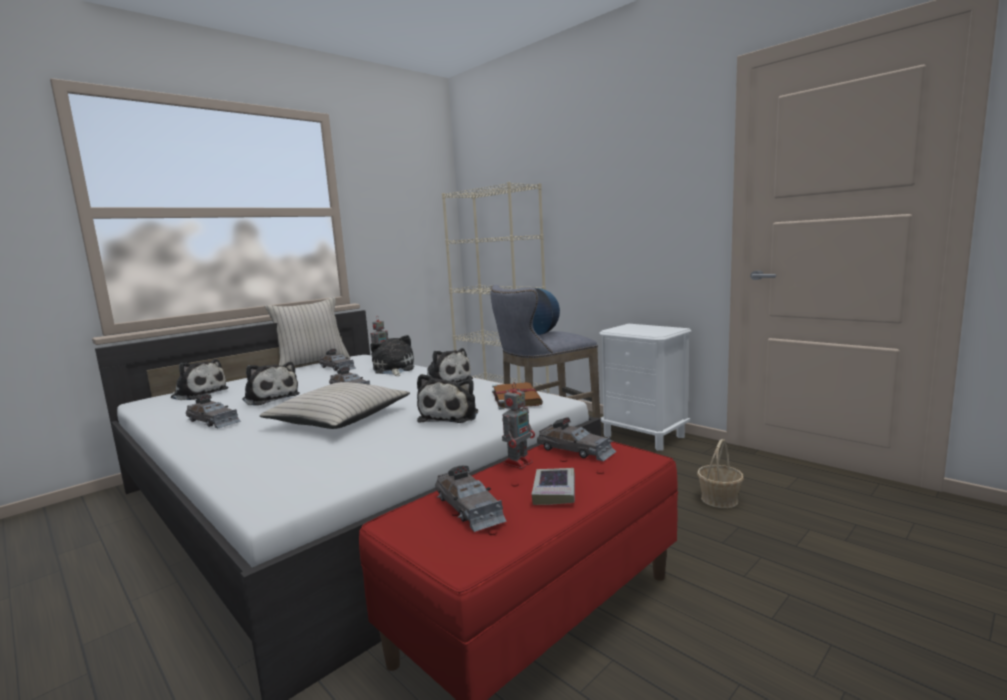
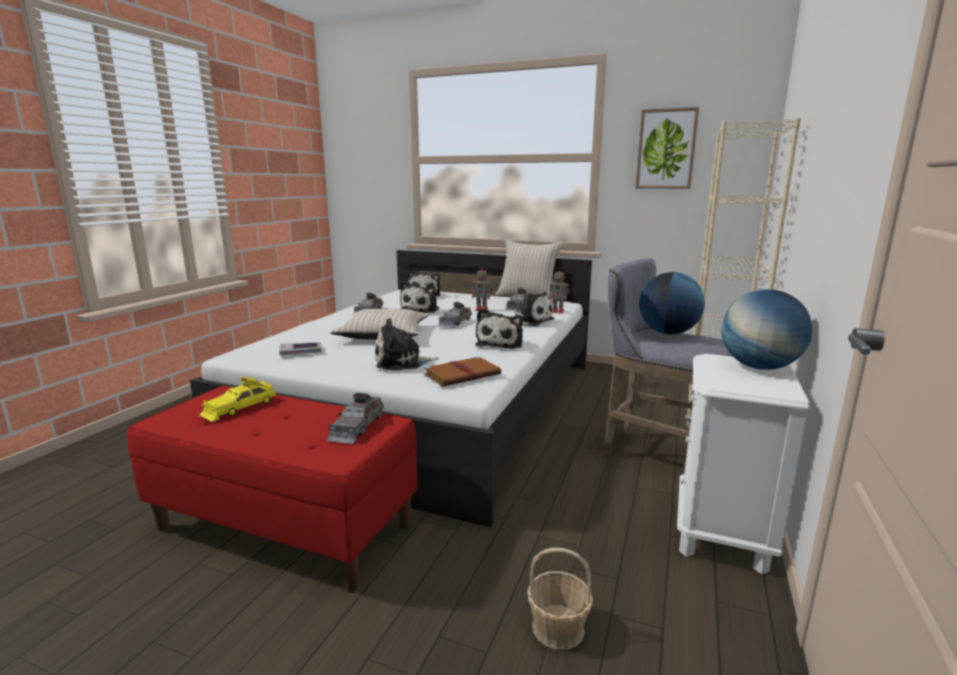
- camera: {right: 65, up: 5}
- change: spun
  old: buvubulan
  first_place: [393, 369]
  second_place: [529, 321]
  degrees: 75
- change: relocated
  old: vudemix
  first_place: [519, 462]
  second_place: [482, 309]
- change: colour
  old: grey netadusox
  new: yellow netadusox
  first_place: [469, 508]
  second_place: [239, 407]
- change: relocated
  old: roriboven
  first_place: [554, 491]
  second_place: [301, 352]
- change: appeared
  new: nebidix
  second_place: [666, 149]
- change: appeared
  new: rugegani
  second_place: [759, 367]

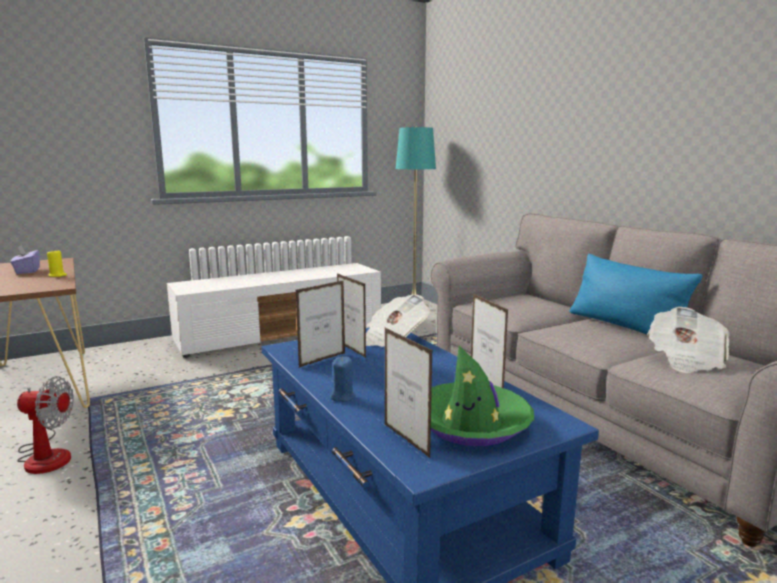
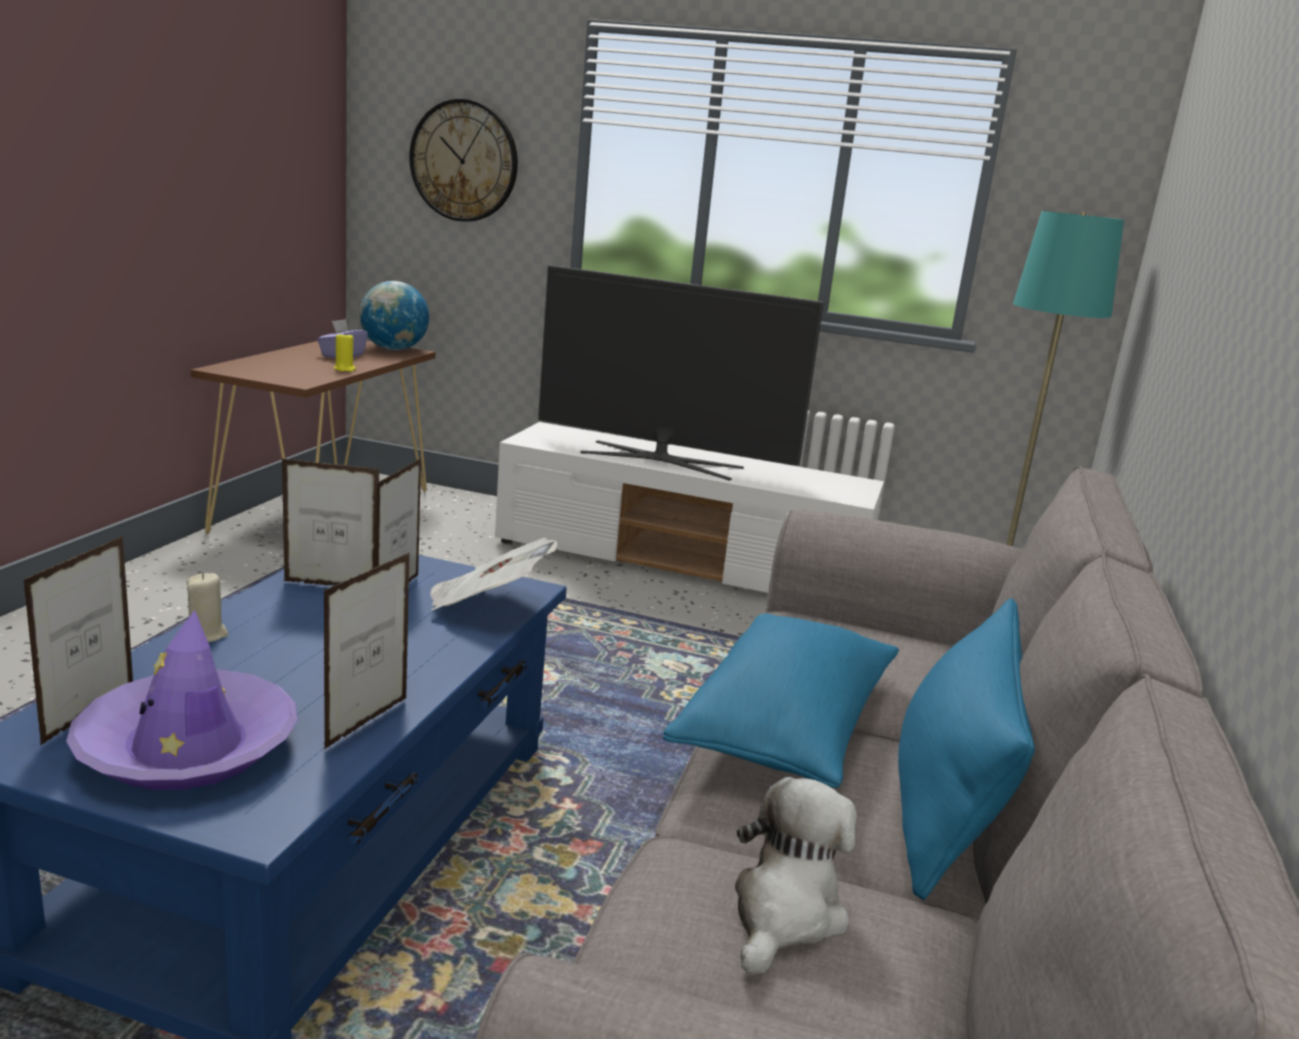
- camera: {right: 45, up: 5}
- change: exchanged
  old: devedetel
  new: buvubulan
  first_place: [685, 360]
  second_place: [784, 913]
- change: colour
  old: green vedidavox
  new: purple vedidavox
  first_place: [471, 424]
  second_place: [188, 747]
- change: colour
  old: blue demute
  new: beige demute
  first_place: [342, 397]
  second_place: [206, 635]
- change: missing
  old: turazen
  first_place: [46, 455]
- change: appeared
  new: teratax
  second_place: [464, 161]
- change: appeared
  new: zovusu
  second_place: [662, 460]
- change: appeared
  new: rugegani
  second_place: [393, 349]
- change: appeared
  new: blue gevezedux
  second_place: [786, 729]

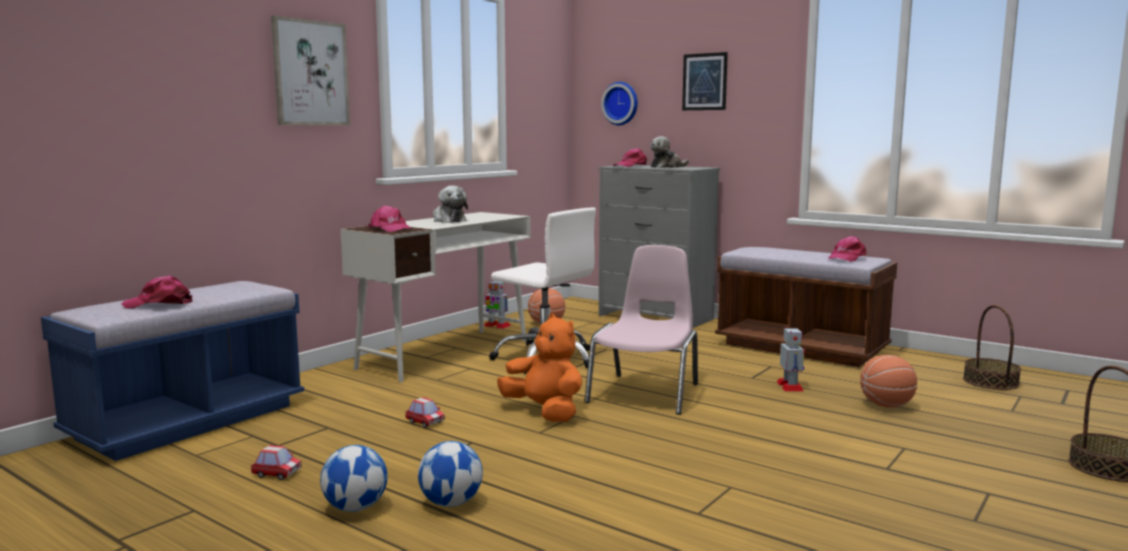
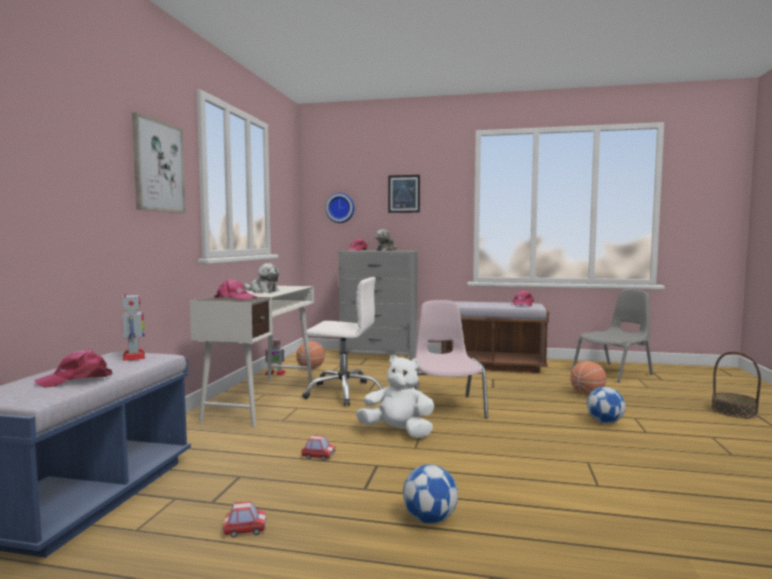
- camera: {right: -25, up: -5}
- change: exchanged
  old: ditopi
  new: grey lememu
  first_place: [991, 382]
  second_place: [613, 372]
- change: colour
  old: orange buvubulan
  new: white buvubulan
  first_place: [545, 412]
  second_place: [398, 432]
- change: relocated
  old: vudemix
  first_place: [790, 386]
  second_place: [134, 356]
- change: relocated
  old: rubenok
  first_place: [356, 508]
  second_place: [605, 422]

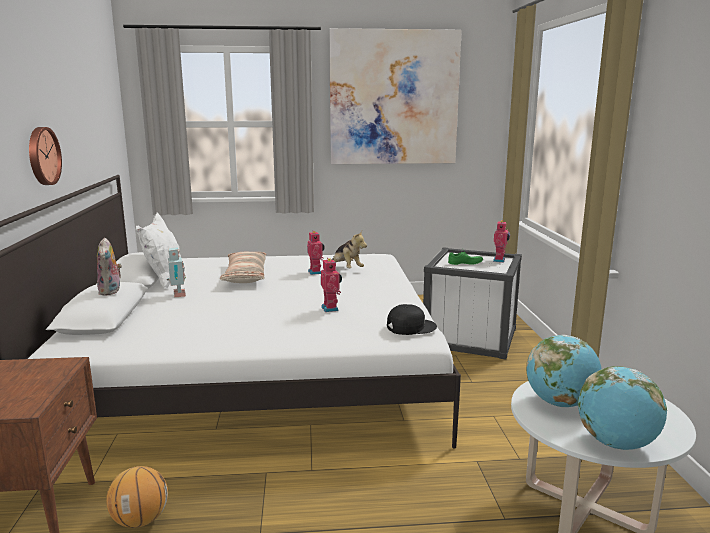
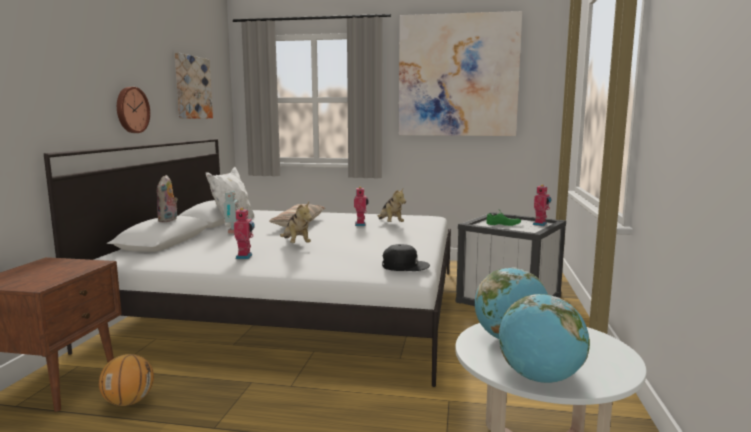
- camera: {right: 15, up: -5}
- change: relocated
  old: vudemix
  first_place: [331, 308]
  second_place: [245, 257]
- change: appeared
  new: nebidix
  second_place: [192, 87]
- change: appeared
  new: buvubulan
  second_place: [296, 244]

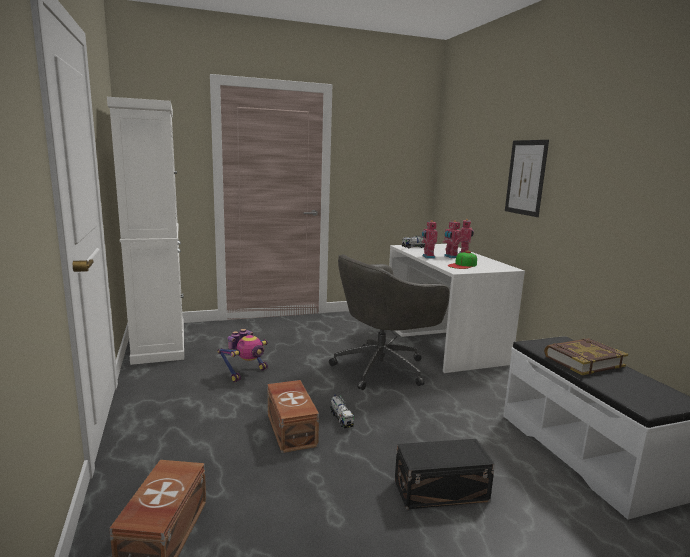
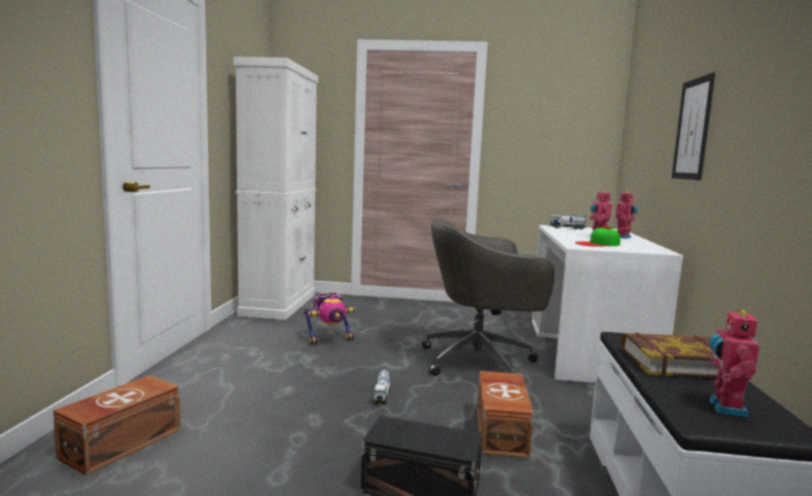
- camera: {right: 25, up: -5}
- change: relocated
  old: vudemix
  first_place: [427, 257]
  second_place: [724, 407]
- change: relocated
  old: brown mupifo
  first_place: [292, 428]
  second_place: [502, 431]

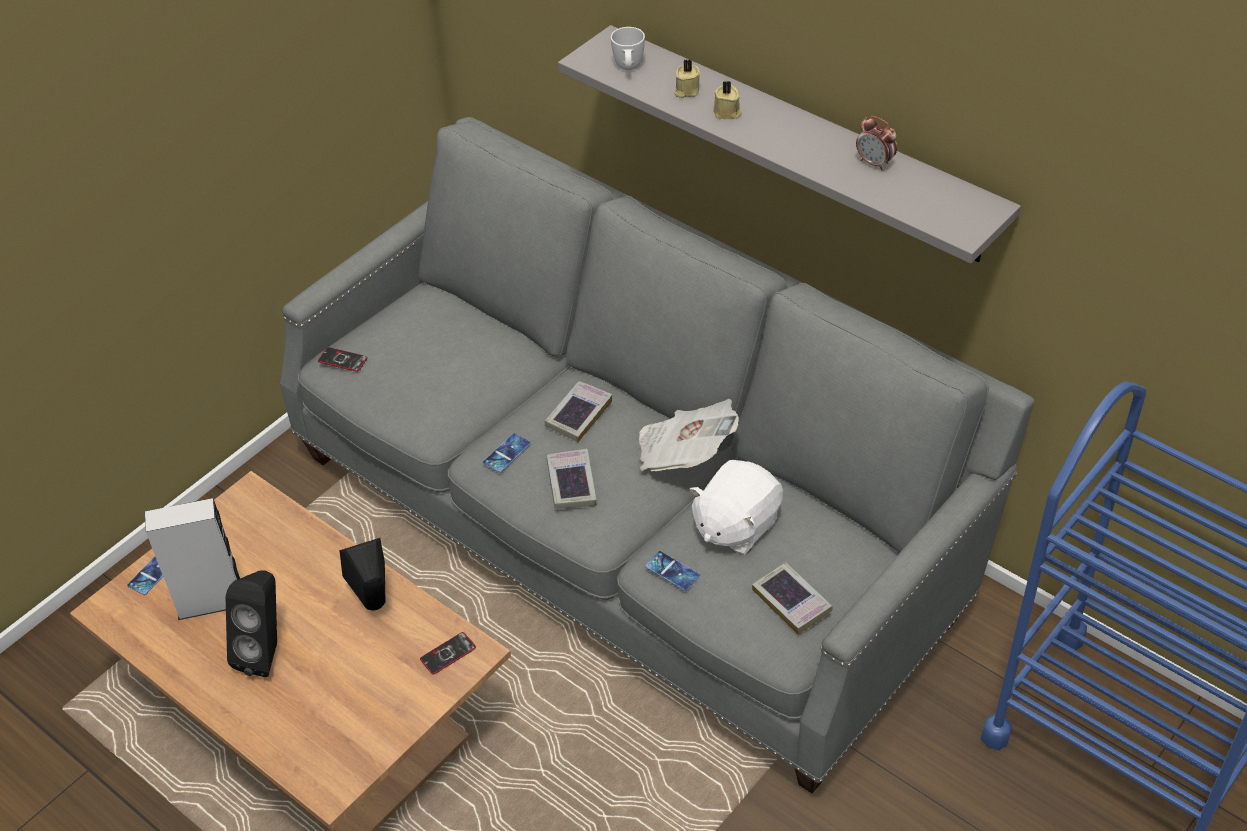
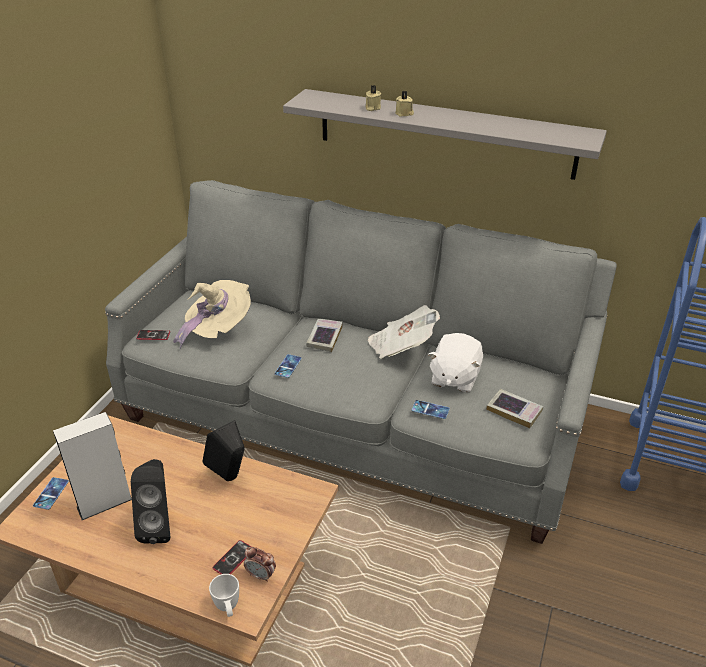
- camera: {right: -20, up: -10}
- change: relocated
  old: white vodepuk
  first_place: [628, 69]
  second_place: [228, 608]
- change: relocated
  old: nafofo
  first_place: [875, 163]
  second_place: [261, 575]
- change: missing
  old: roriboven
  first_place: [571, 483]
- change: relocated
  old: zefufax
  first_place: [448, 654]
  second_place: [233, 559]
- change: appeared
  new: beige vedidavox
  second_place: [217, 329]

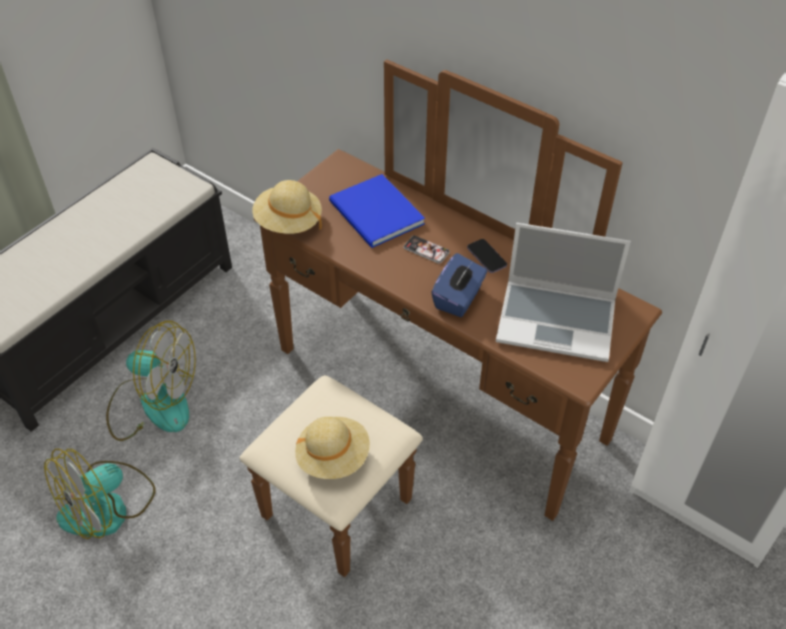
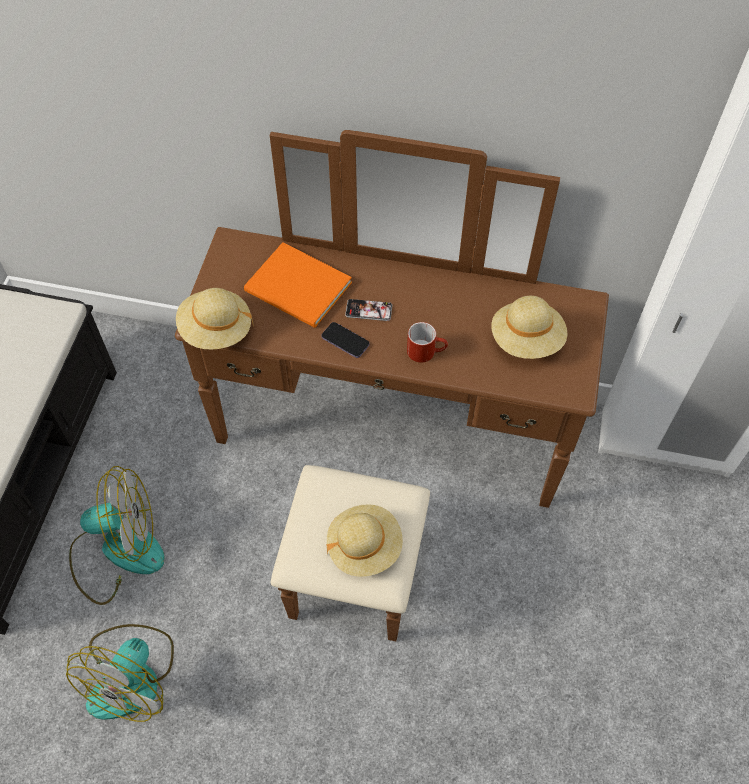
- camera: {right: -25, up: 10}
- change: colour
  old: blue roriboven
  new: orange roriboven
  first_place: [376, 215]
  second_place: [299, 290]
- change: exchanged
  old: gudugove
  new: beige vedidavox
  first_place: [557, 321]
  second_place: [526, 340]
- change: relocated
  old: zefufax
  first_place: [486, 257]
  second_place: [345, 341]
- change: exchanged
  old: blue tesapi
  new: red vodepuk
  first_place: [458, 298]
  second_place: [426, 351]

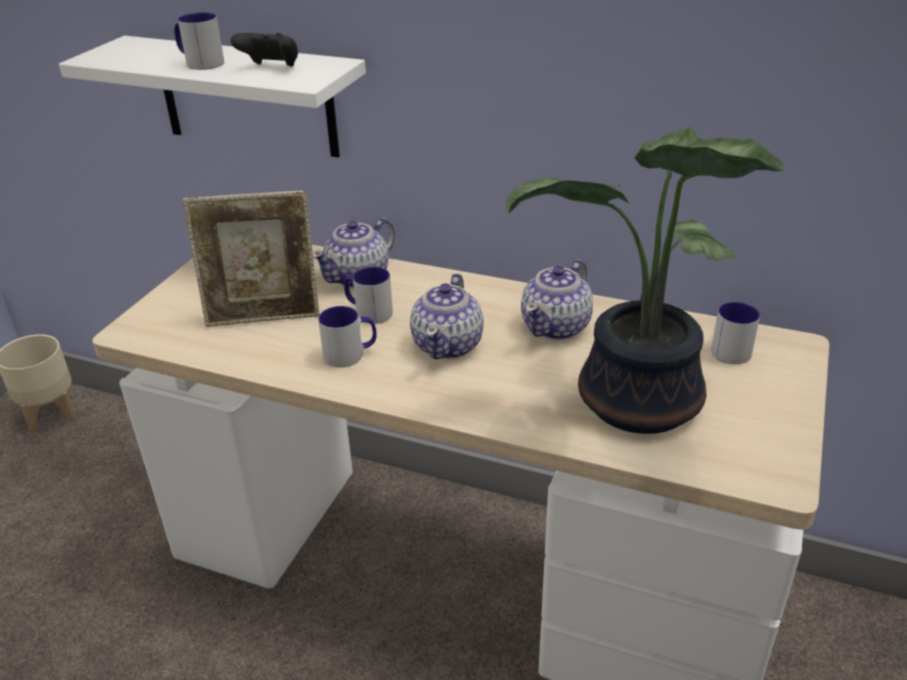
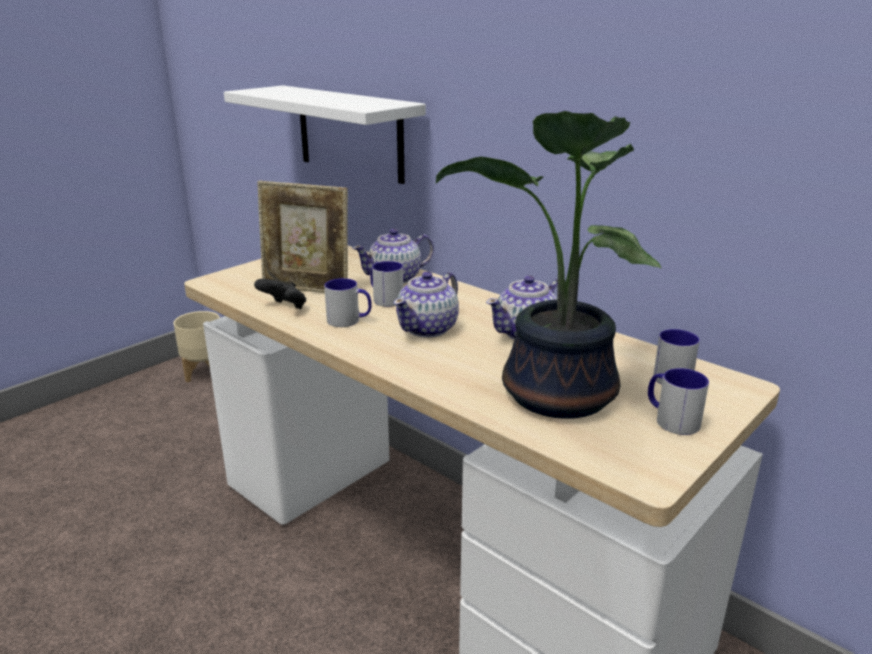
- camera: {right: 20, up: -10}
- change: relocated
  old: vodepuk
  first_place: [200, 63]
  second_place: [670, 419]
- change: relocated
  old: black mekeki
  first_place: [271, 68]
  second_place: [284, 308]

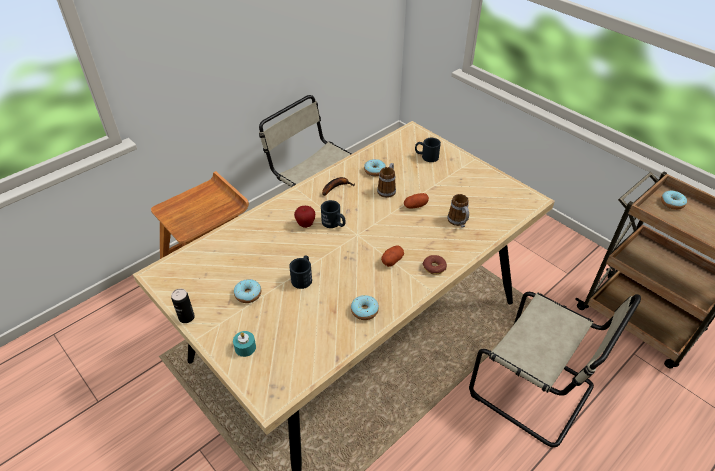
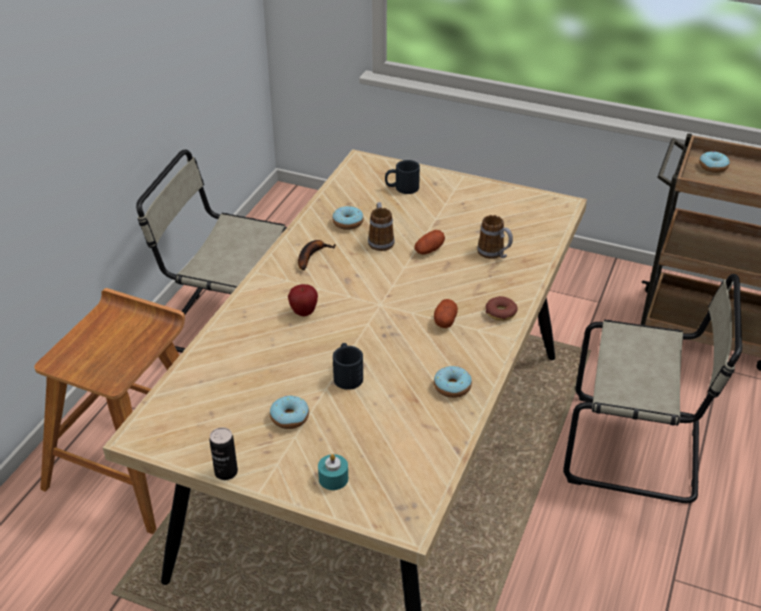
- camera: {right: -25, up: -5}
- change: missing
  old: black vodepuk
  first_place: [334, 223]

